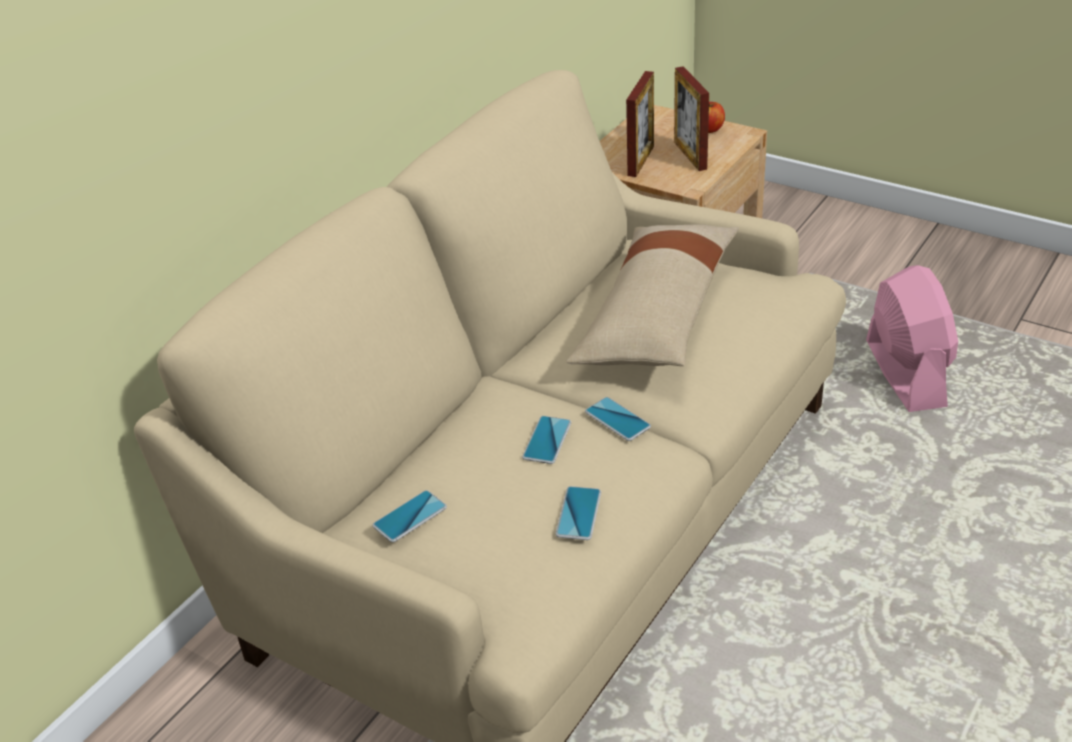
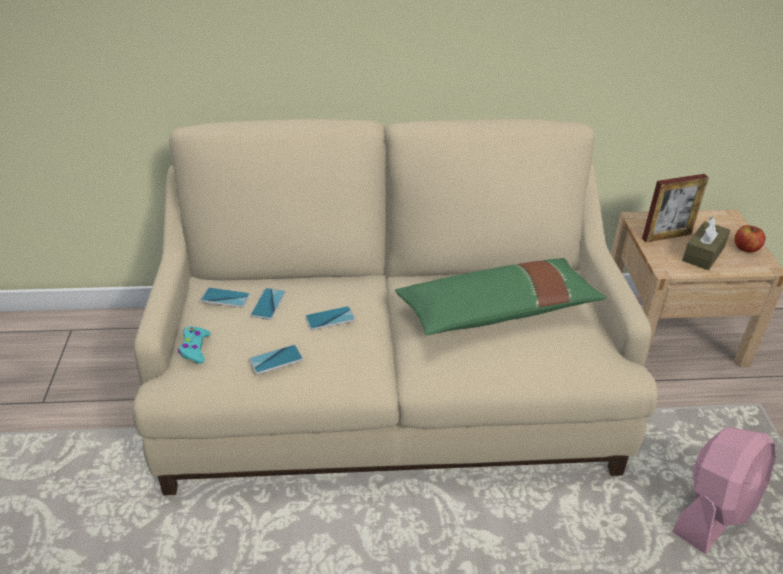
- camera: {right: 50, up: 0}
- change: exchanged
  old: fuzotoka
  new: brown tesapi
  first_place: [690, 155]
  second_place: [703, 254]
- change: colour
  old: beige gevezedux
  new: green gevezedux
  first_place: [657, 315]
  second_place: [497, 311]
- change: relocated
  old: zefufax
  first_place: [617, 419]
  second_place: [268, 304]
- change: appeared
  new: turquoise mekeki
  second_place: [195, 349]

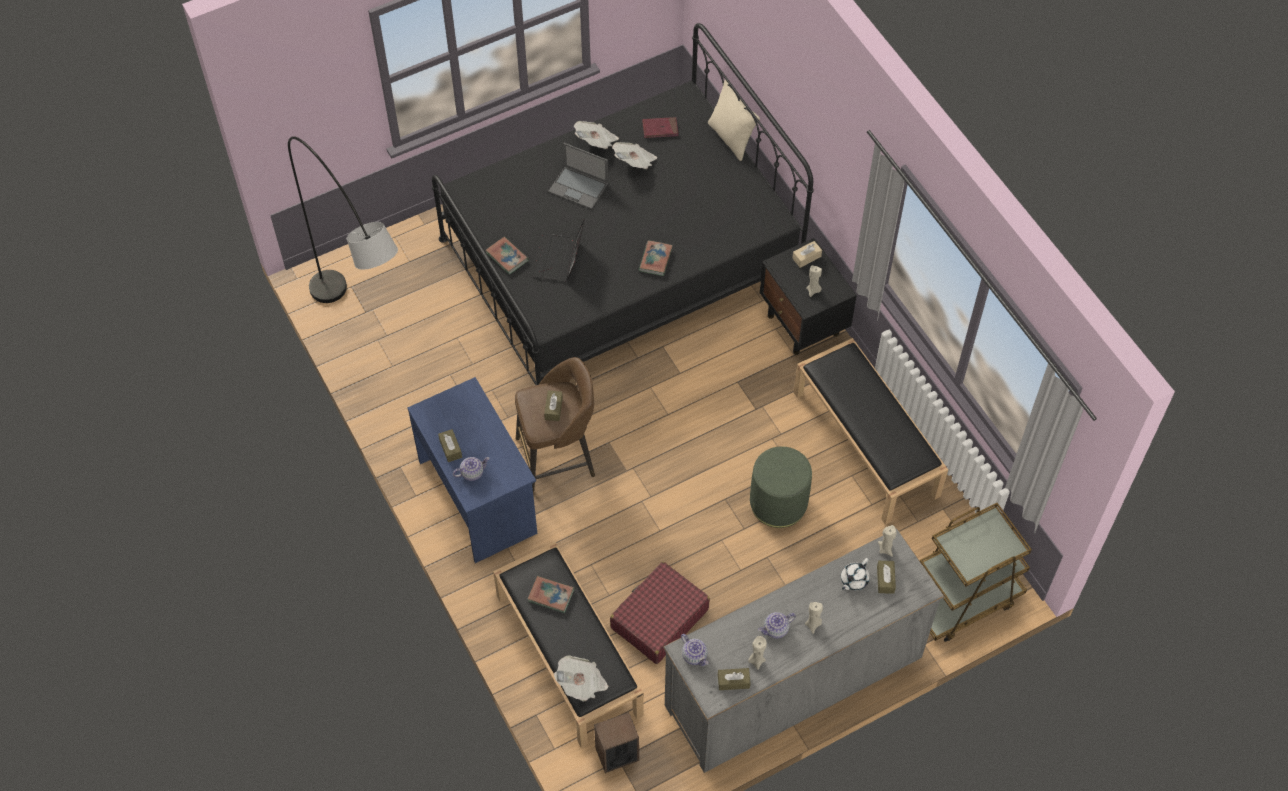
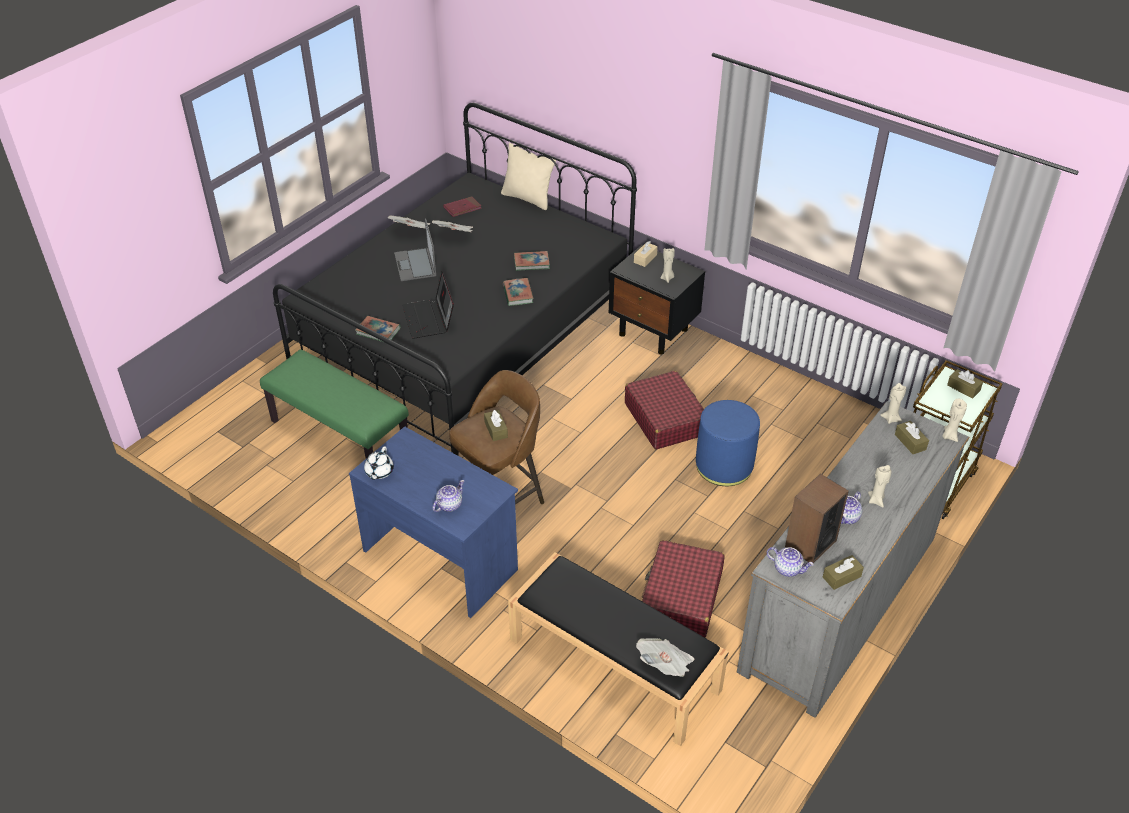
- camera: {right: -25, up: -15}
- change: missing
  old: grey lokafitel
  first_place: [366, 334]
- change: spun
  old: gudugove
  first_place: [579, 187]
  second_place: [415, 265]
  degrees: 75
- change: missing
  old: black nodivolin
  first_place: [867, 444]
- change: relocated
  old: brown tesapi
  first_place: [450, 448]
  second_place: [963, 388]
- change: colour
  old: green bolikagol
  new: blue bolikagol
  first_place: [778, 503]
  second_place: [724, 466]
- change: relocated
  old: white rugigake
  first_place: [853, 580]
  second_place: [379, 472]
- change: relocated
  old: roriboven
  first_place: [551, 595]
  second_place: [531, 263]
- change: relocated
  old: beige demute
  first_place: [756, 660]
  second_place: [949, 436]
- change: relocated
  old: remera
  first_place: [617, 754]
  second_place: [810, 543]
- change: appeared
  new: green nodivolin
  second_place: [341, 435]
- change: appeared
  new: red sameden
  second_place: [665, 419]

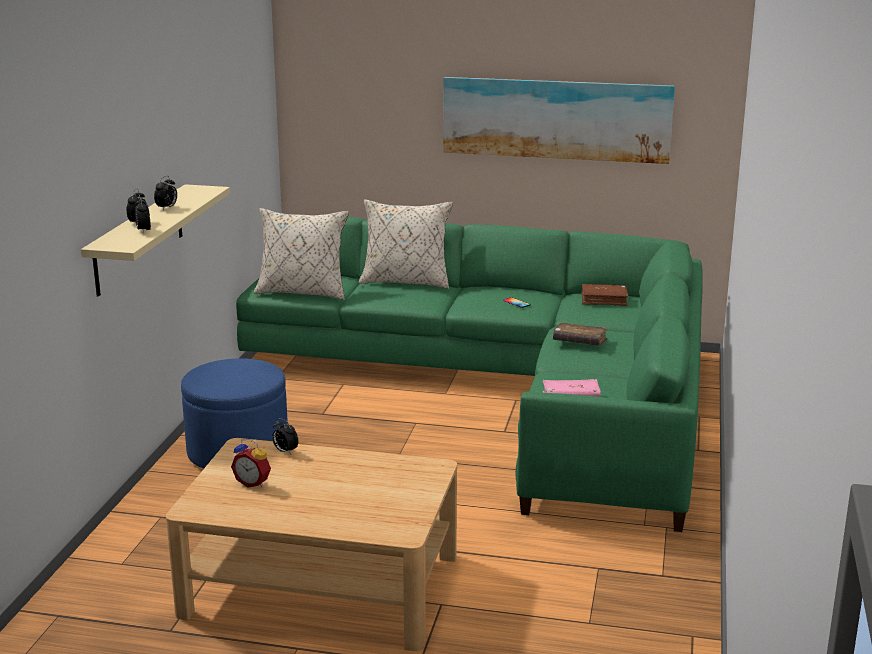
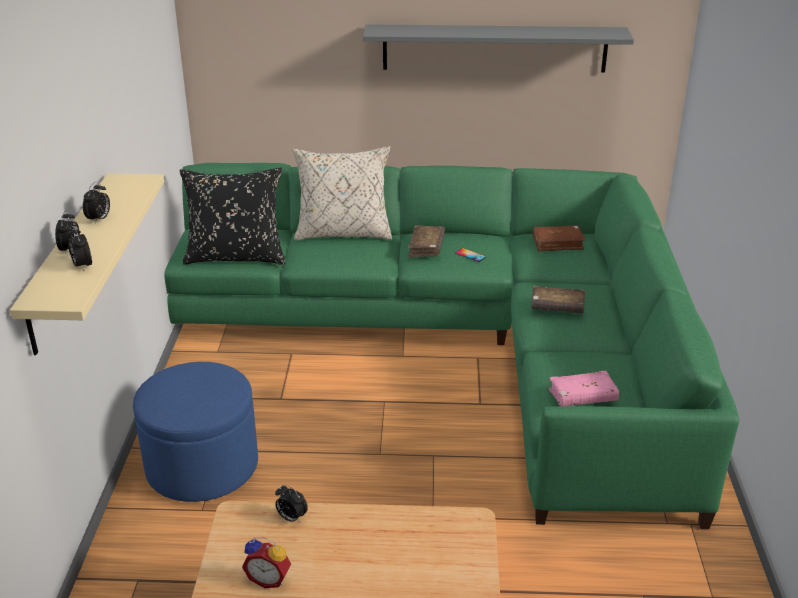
- camera: {right: -10, up: 10}
- change: exchanged
  old: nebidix
  new: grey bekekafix
  first_place: [556, 118]
  second_place: [494, 48]
- change: colour
  old: beige gevezedux
  new: black gevezedux
  first_place: [302, 292]
  second_place: [236, 257]
- change: appeared
  new: brown roriboven
  second_place: [426, 247]

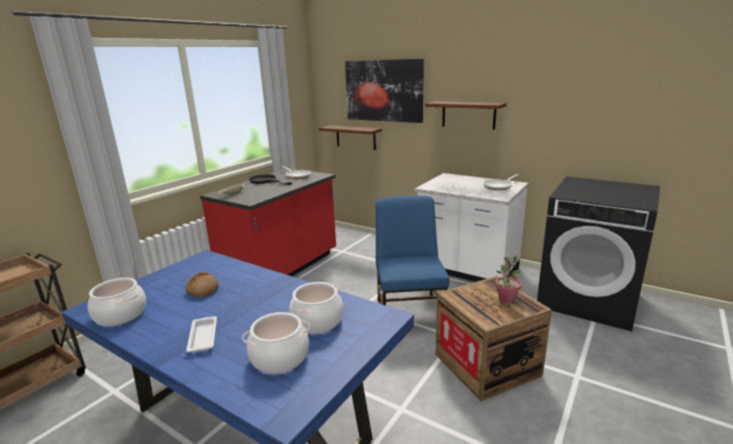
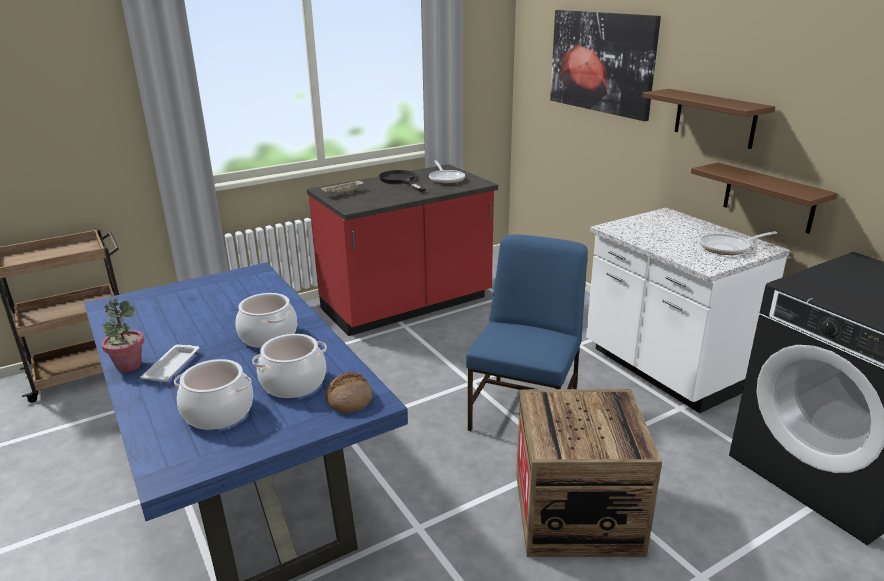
- camera: {right: 25, up: 5}
- change: relocated
  old: brown bekekafix
  first_place: [355, 137]
  second_place: [768, 198]
- change: relocated
  old: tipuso
  first_place: [506, 299]
  second_place: [128, 366]
- change: relocated
  old: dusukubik
  first_place: [202, 290]
  second_place: [349, 399]
- change: relocated
  old: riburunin
  first_place: [120, 315]
  second_place: [268, 336]

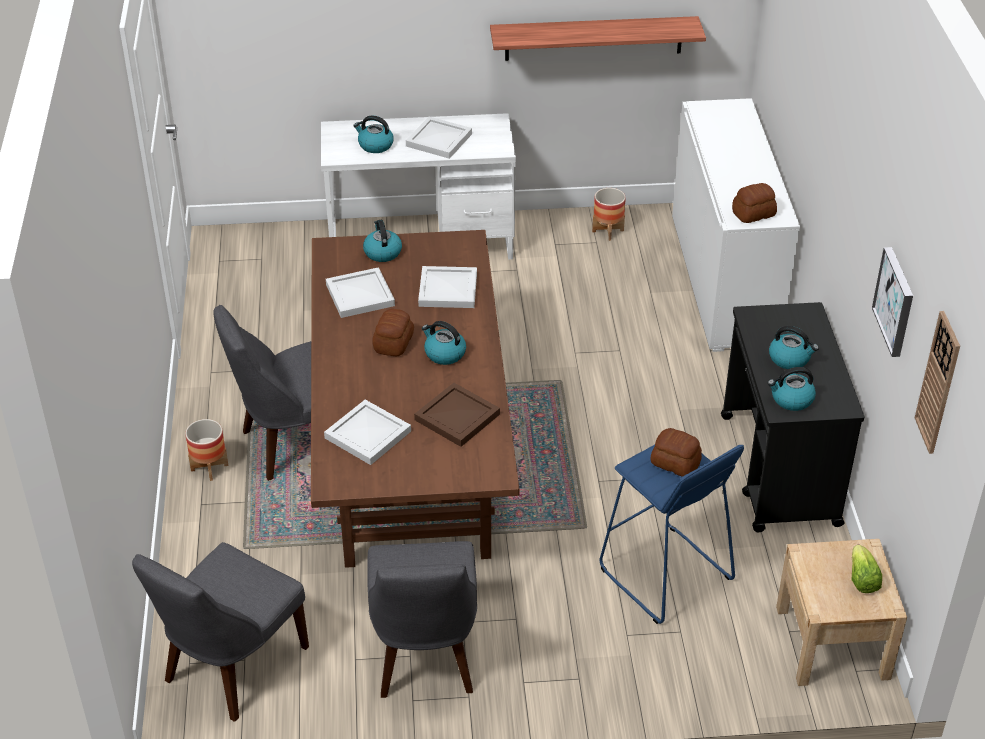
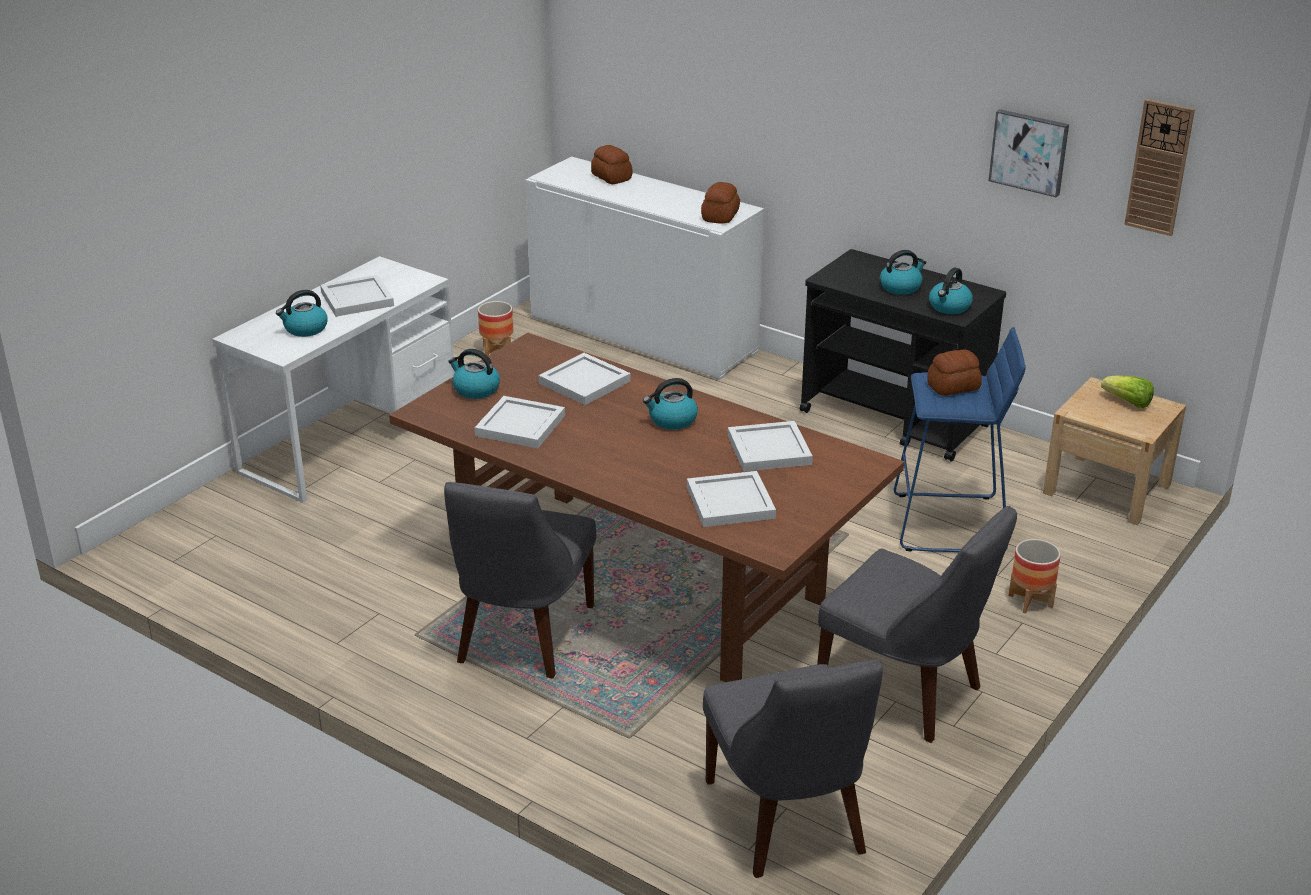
- camera: {right: -50, up: -10}
- change: missing
  old: bekekafix
  first_place: [593, 38]
- change: relocated
  old: dusukubik
  first_place: [393, 343]
  second_place: [611, 177]
- change: colour
  old: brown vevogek
  new: white vevogek
  first_place: [457, 418]
  second_place: [770, 450]
- change: relocated
  old: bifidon
  first_place: [209, 468]
  second_place: [1030, 601]

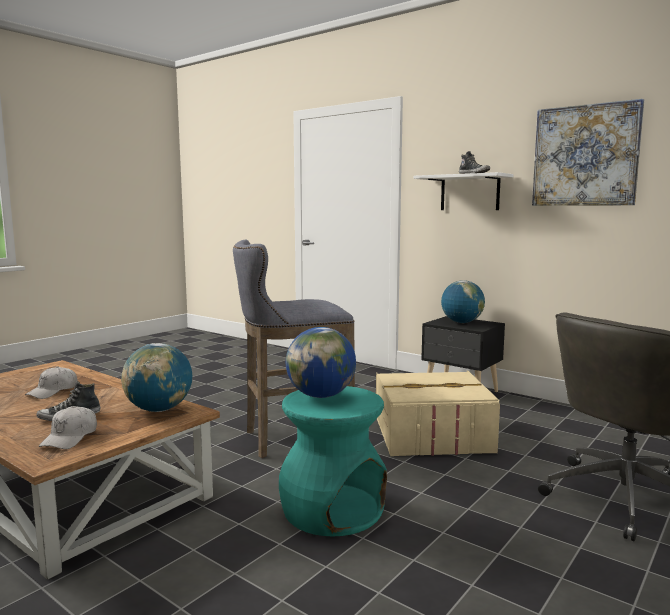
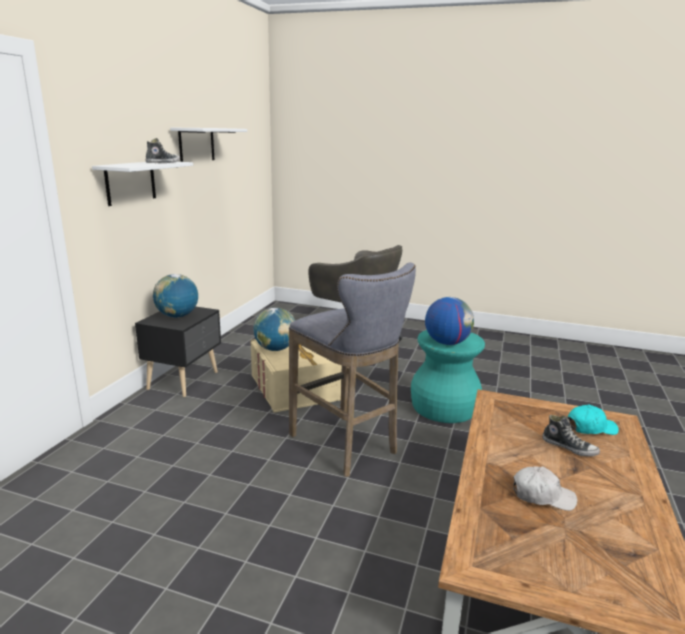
- camera: {right: -110, up: 10}
- change: exchanged
  old: nebidix
  new: white bekekafix
  first_place: [585, 156]
  second_place: [196, 144]
- change: relocated
  old: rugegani
  first_place: [159, 410]
  second_place: [275, 349]
- change: colour
  old: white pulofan
  new: turquoise pulofan
  first_place: [70, 438]
  second_place: [590, 427]

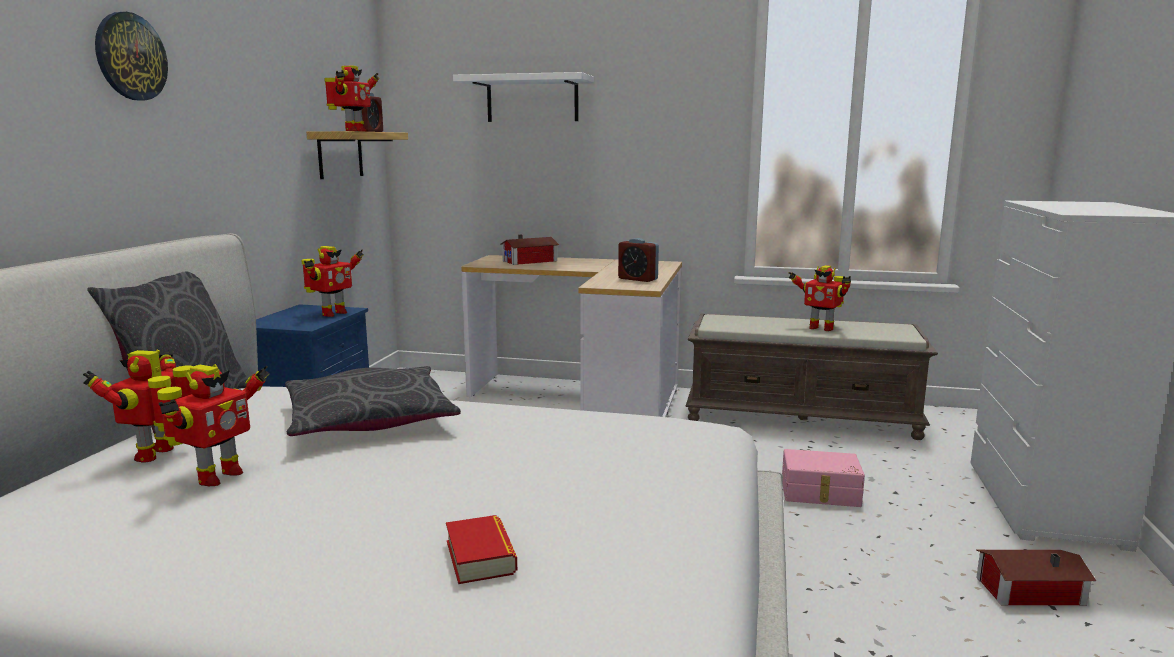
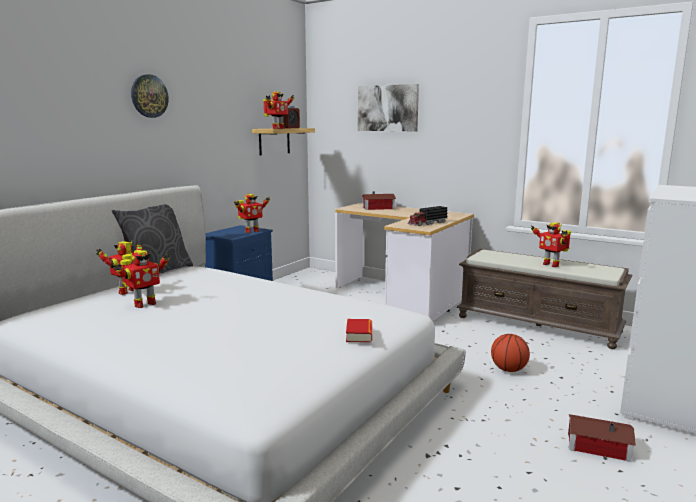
- camera: {right: 20, up: 0}
- change: exchanged
  old: white bekekafix
  new: nebidix
  first_place: [532, 99]
  second_place: [388, 108]
- change: exchanged
  old: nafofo
  new: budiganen
  first_place: [638, 279]
  second_place: [427, 223]
- change: missing
  old: grey gevezedux
  first_place: [369, 419]
- change: exchanged
  old: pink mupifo
  new: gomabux
  first_place: [820, 493]
  second_place: [508, 370]
- change: relocated
  old: roriboven
  first_place: [480, 557]
  second_place: [359, 334]

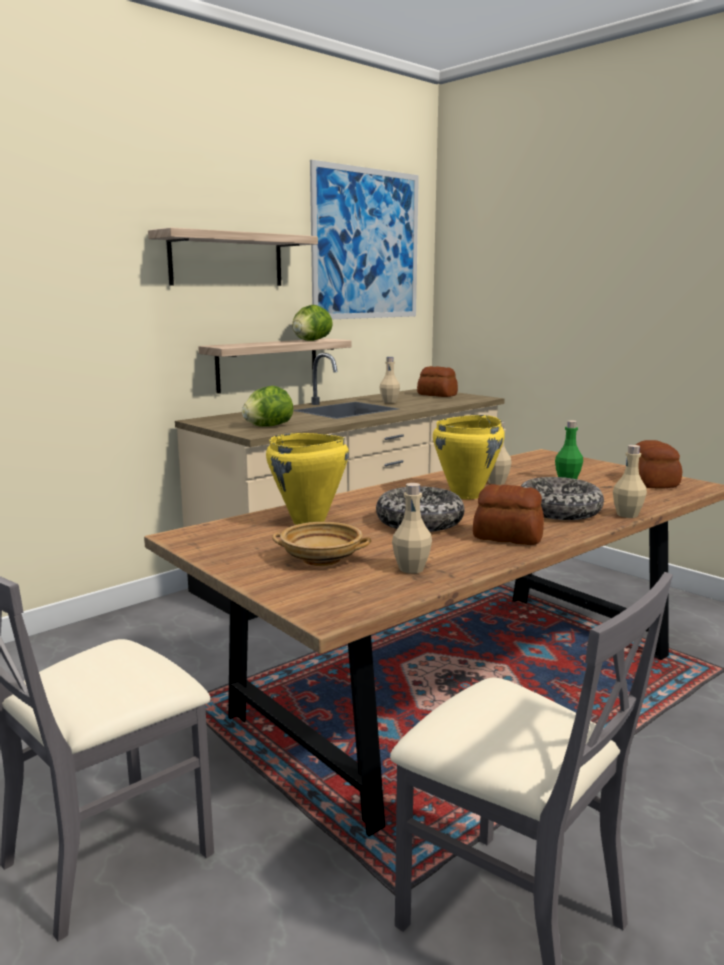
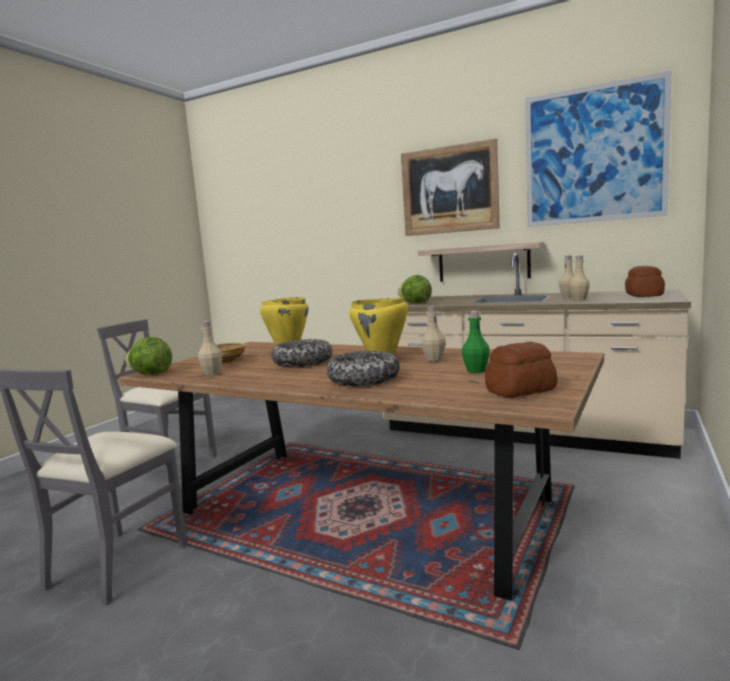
- camera: {right: 70, up: -5}
- change: exchanged
  old: bekekafix
  new: nebidix
  first_place: [226, 260]
  second_place: [449, 190]
- change: relocated
  old: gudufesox
  first_place: [311, 340]
  second_place: [151, 374]
- change: relocated
  old: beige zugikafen
  first_place: [627, 515]
  second_place: [579, 299]
- change: missing
  old: dusukubik
  first_place: [507, 536]

